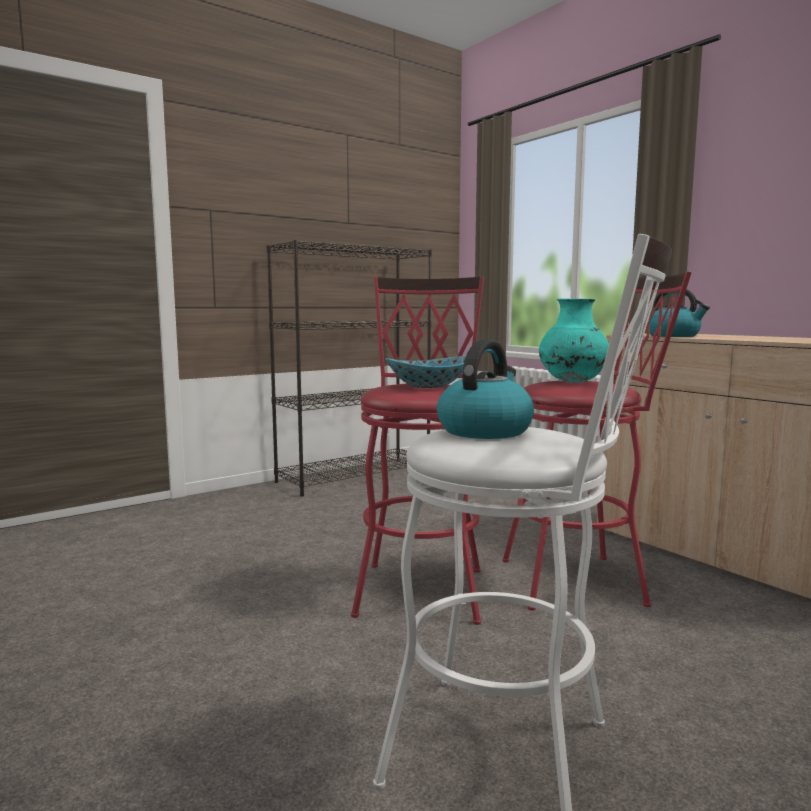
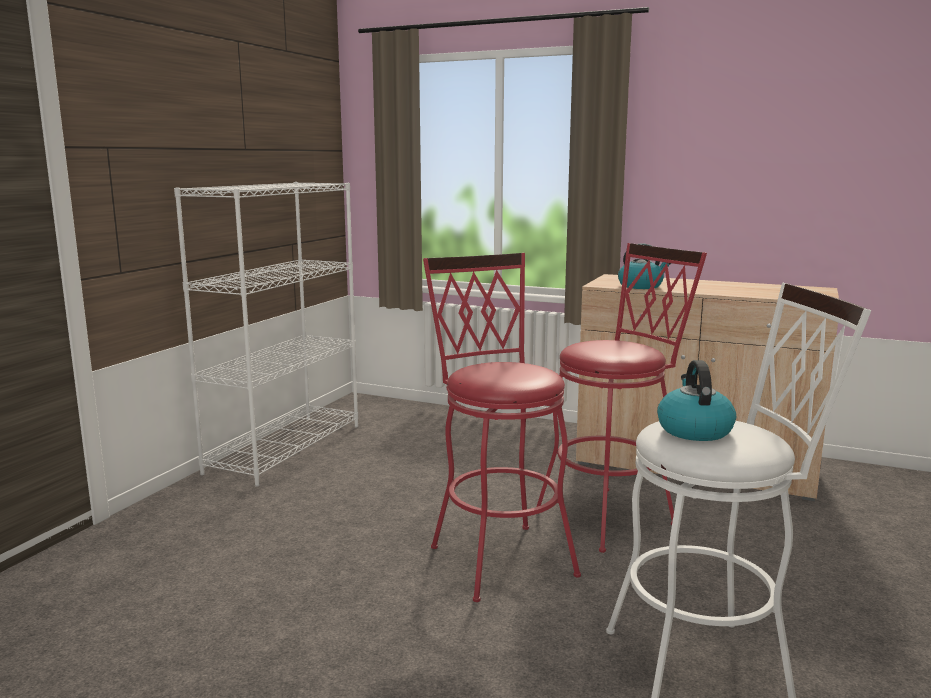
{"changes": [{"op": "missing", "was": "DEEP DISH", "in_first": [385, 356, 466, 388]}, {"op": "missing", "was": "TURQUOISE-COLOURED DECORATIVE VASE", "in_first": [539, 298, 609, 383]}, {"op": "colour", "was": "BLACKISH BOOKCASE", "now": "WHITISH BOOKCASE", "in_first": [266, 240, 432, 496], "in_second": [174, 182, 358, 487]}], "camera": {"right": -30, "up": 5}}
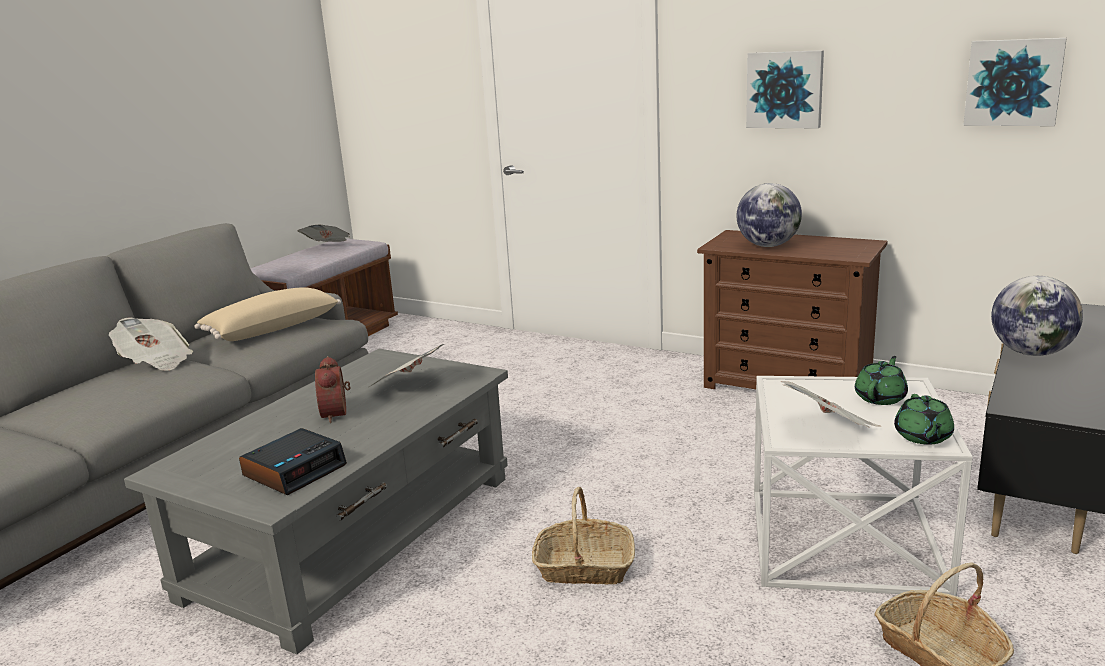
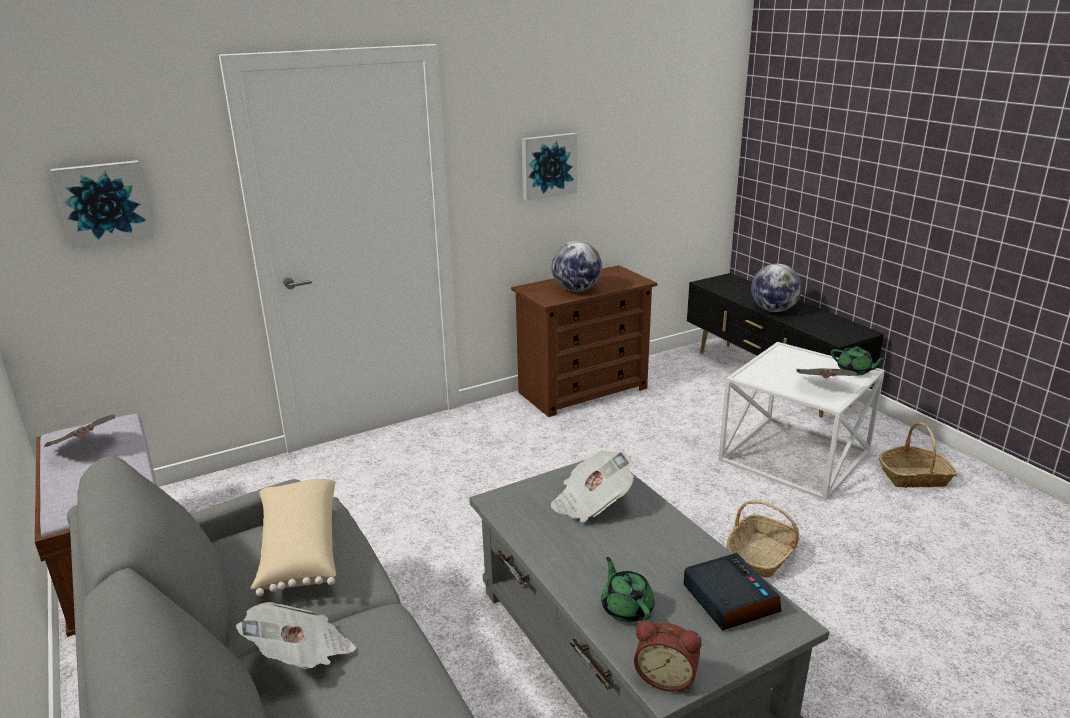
{"changes": [{"op": "relocated", "was": "BEDSIDE CLOCK", "in_first": [315, 356, 351, 423], "in_second": [634, 620, 702, 692]}, {"op": "relocated", "was": "GREENISH TEAPOT", "in_first": [855, 356, 908, 405], "in_second": [601, 557, 655, 622]}, {"op": "relocated", "was": "WALL PICTURE", "in_first": [963, 38, 1067, 126], "in_second": [51, 160, 155, 248]}], "camera": {"right": -60, "up": 5}}
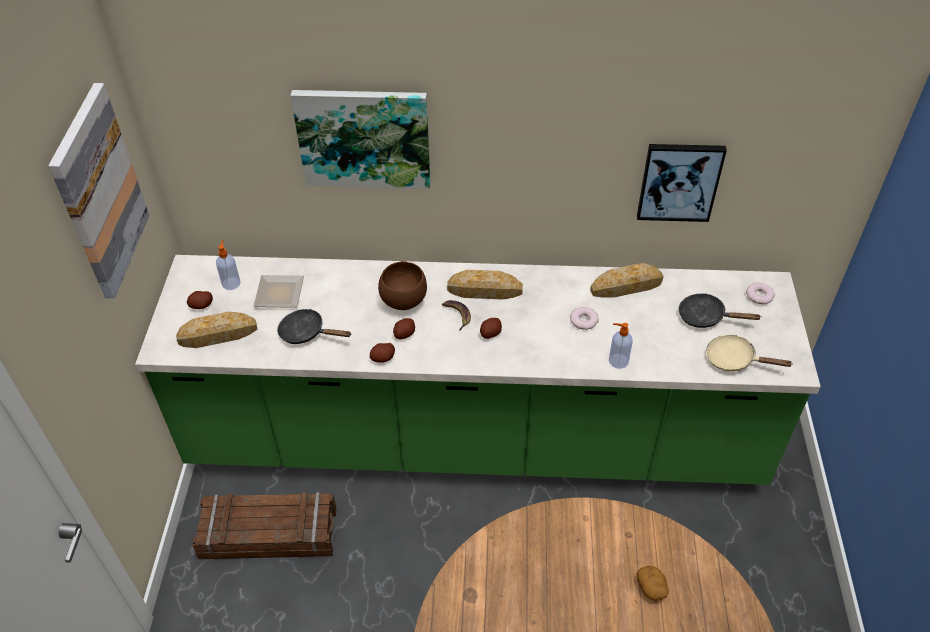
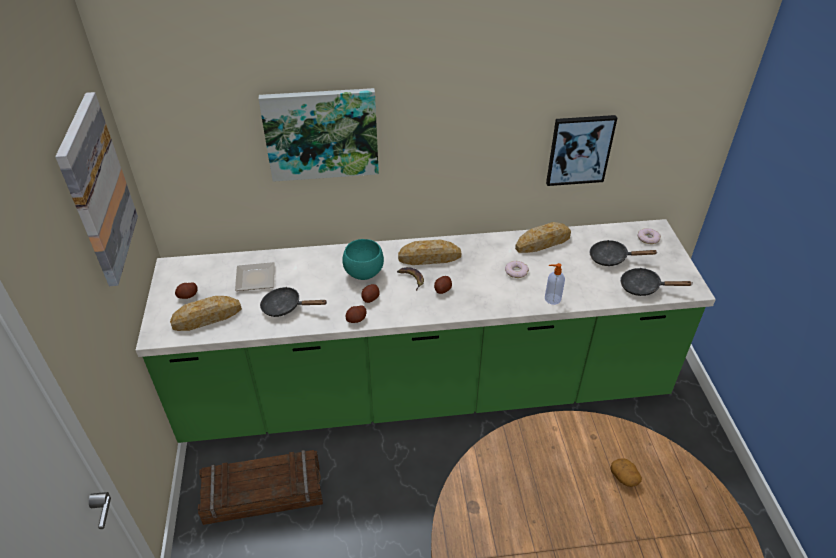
{"changes": [{"op": "missing", "was": "LIQUID SOAP BOTTLE", "in_first": [216, 239, 241, 290]}, {"op": "colour", "was": "BROWN DEEP DISH", "now": "TURQUOISE-COLOURED DEEP DISH", "in_first": [378, 261, 427, 310], "in_second": [342, 239, 384, 280]}, {"op": "colour", "was": "BEIGE SKILLET", "now": "BLACKISH SKILLET", "in_first": [706, 335, 792, 372], "in_second": [620, 268, 692, 296]}], "camera": {"right": -10, "up": -5}}
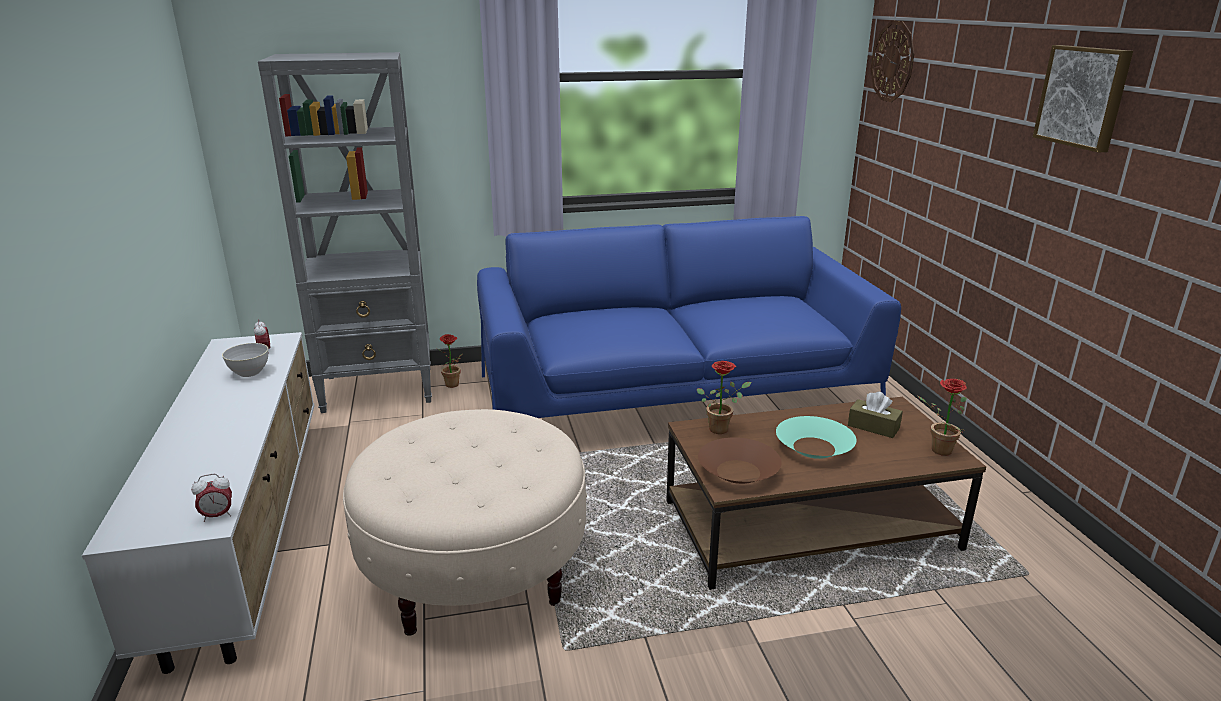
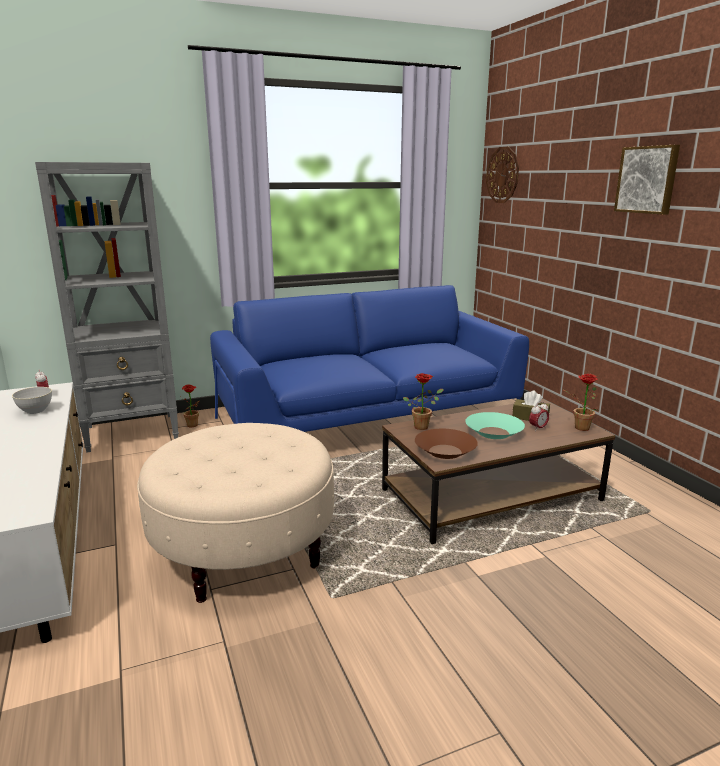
{"changes": [{"op": "relocated", "was": "BEDSIDE CLOCK", "in_first": [191, 474, 232, 522], "in_second": [529, 402, 549, 429]}], "camera": {"right": -10, "up": -5}}
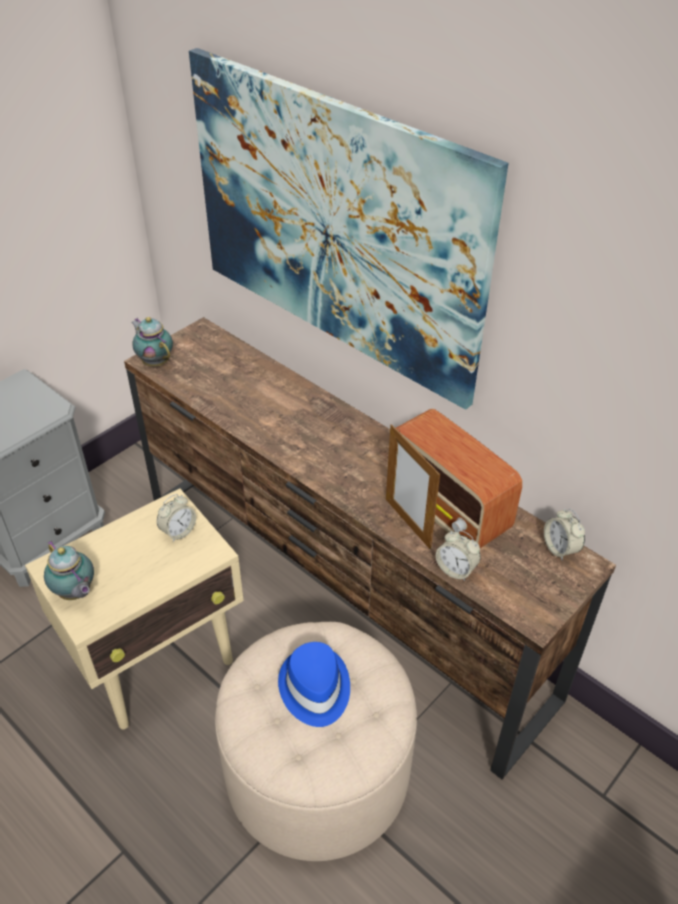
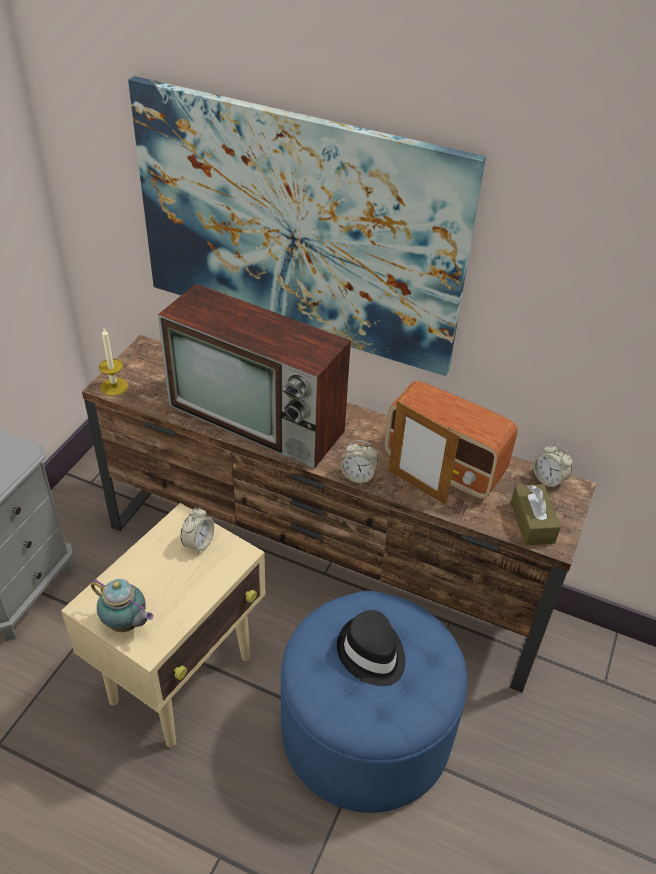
{"changes": [{"op": "appeared", "now": "TV SET", "in_second": [158, 284, 351, 469]}, {"op": "appeared", "now": "BROWN TISSUE HOLDER", "in_second": [511, 484, 561, 545]}, {"op": "relocated", "was": "BEDSIDE CLOCK", "in_first": [436, 529, 481, 581], "in_second": [341, 440, 378, 484]}, {"op": "exchanged", "was": "TEAPOT", "now": "CANDLE", "in_first": [131, 317, 173, 366], "in_second": [99, 328, 128, 396]}, {"op": "colour", "was": "BEIGE OTTOMAN", "now": "BLUE-COLOURED OTTOMAN", "in_first": [215, 622, 417, 861], "in_second": [281, 591, 467, 813]}, {"op": "colour", "was": "BLUE-COLOURED CLOTHING HAT", "now": "BLACKISH CLOTHING HAT", "in_first": [278, 642, 350, 727], "in_second": [337, 610, 405, 686]}], "camera": {"right": -20, "up": 0}}
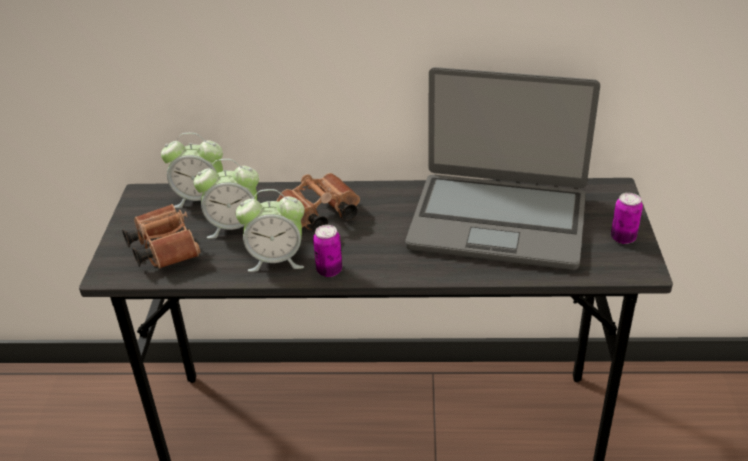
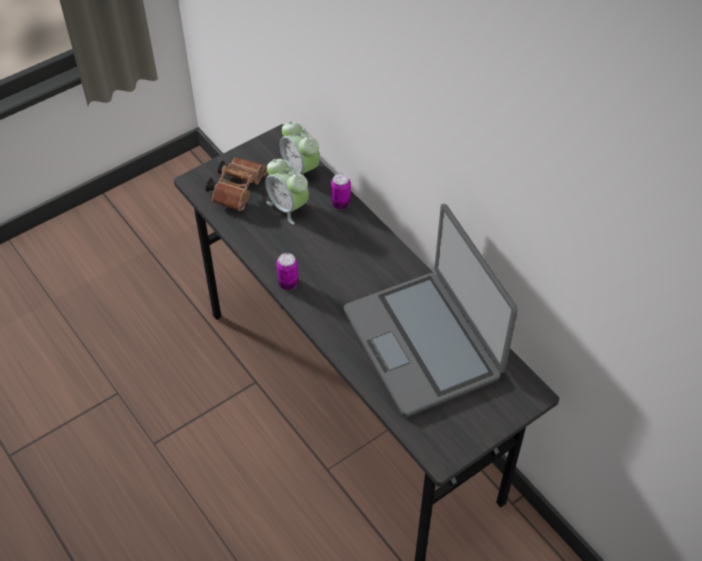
{"changes": [{"op": "missing", "was": "BEDSIDE CLOCK", "in_first": [236, 189, 305, 272]}, {"op": "missing", "was": "BROWN BINOCULARS", "in_first": [277, 173, 360, 233]}, {"op": "relocated", "was": "METAL CAN", "in_first": [611, 193, 643, 244], "in_second": [331, 173, 351, 210]}], "camera": {"right": 50, "up": 15}}
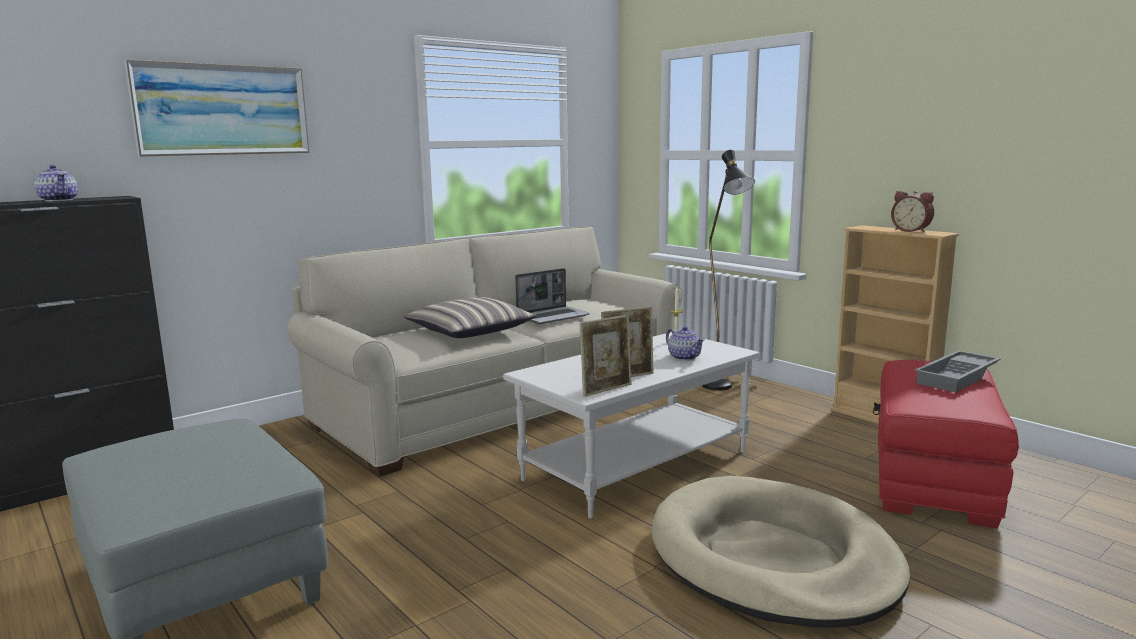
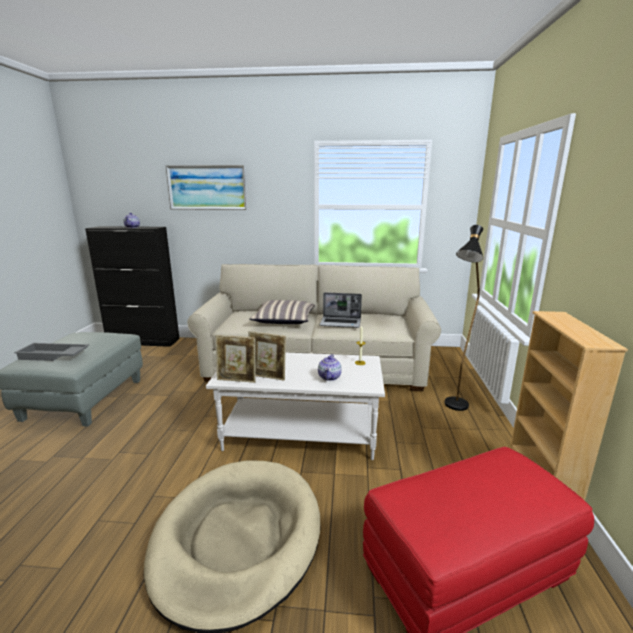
{"changes": [{"op": "missing", "was": "BEDSIDE CLOCK", "in_first": [891, 191, 934, 232]}, {"op": "relocated", "was": "GREYISH SERVING TRAY", "in_first": [914, 350, 1001, 392], "in_second": [14, 343, 89, 361]}], "camera": {"right": 45, "up": 5}}
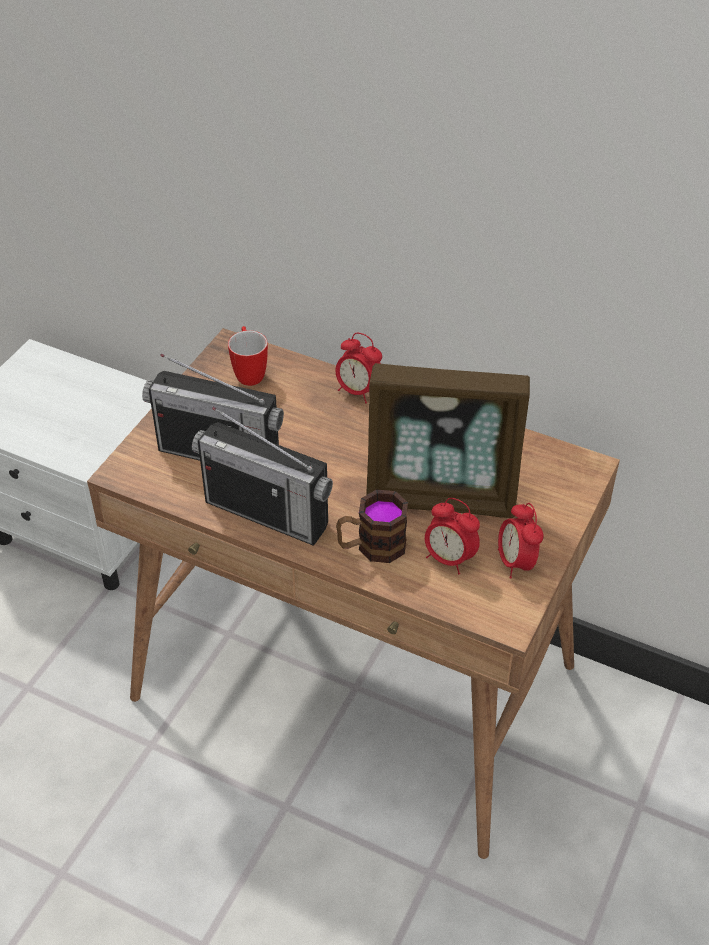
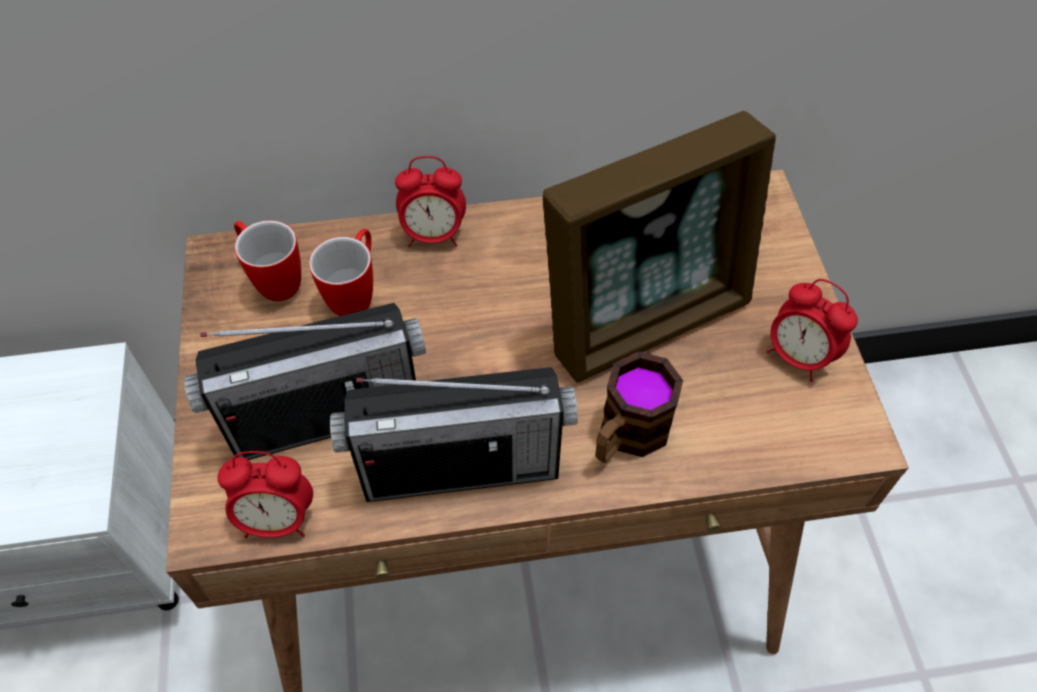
{"changes": [{"op": "appeared", "now": "COFFEE MUG", "in_second": [309, 229, 373, 316]}, {"op": "relocated", "was": "BEDSIDE CLOCK", "in_first": [425, 498, 480, 574], "in_second": [218, 451, 313, 538]}], "camera": {"right": -35, "up": 10}}
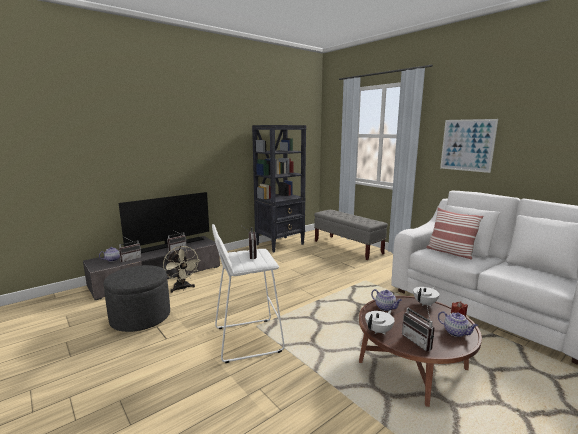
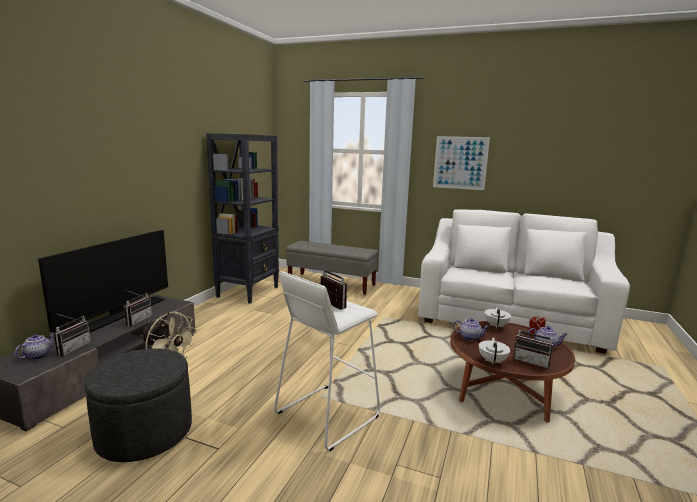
{"changes": [{"op": "missing", "was": "CUSHION", "in_first": [426, 207, 483, 259]}], "camera": {"right": -30, "up": 0}}
